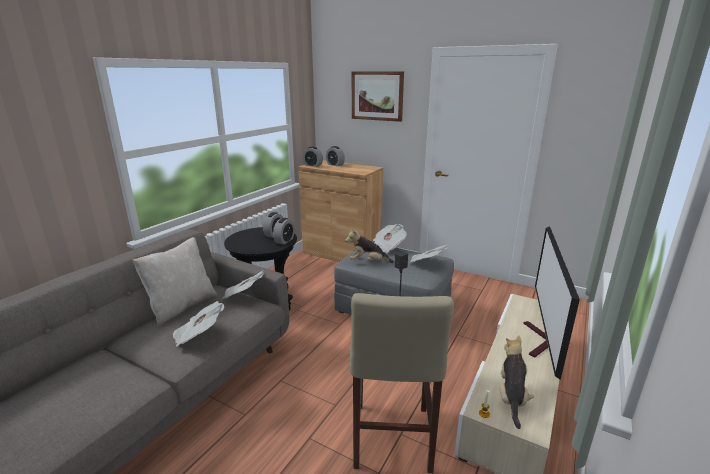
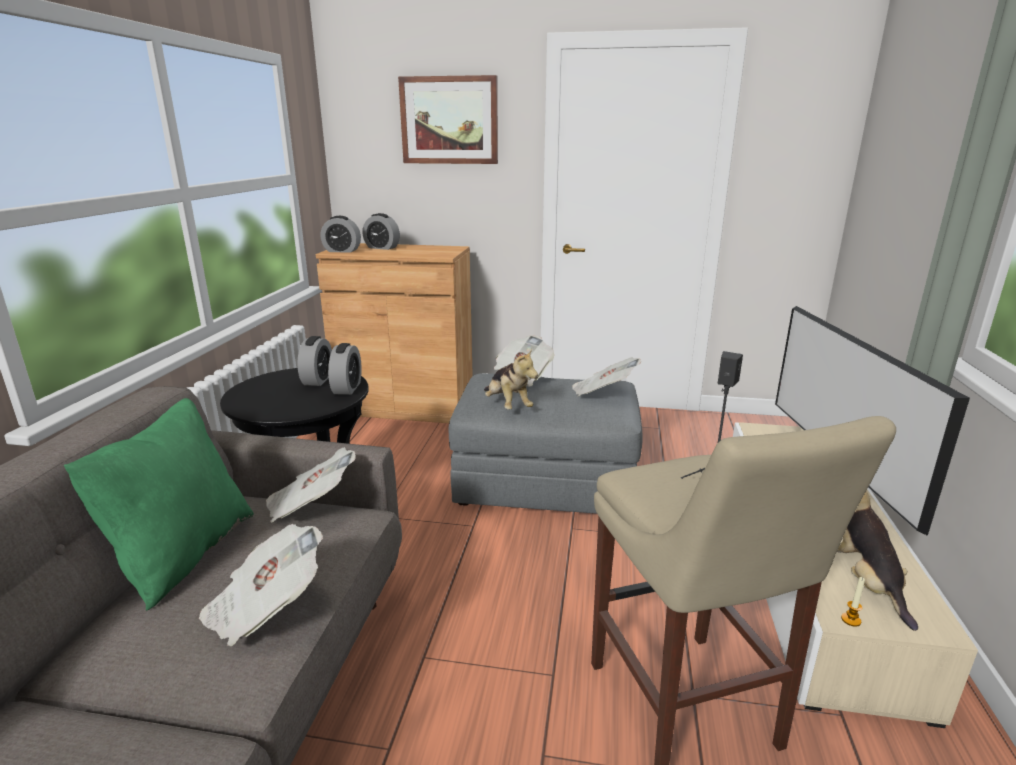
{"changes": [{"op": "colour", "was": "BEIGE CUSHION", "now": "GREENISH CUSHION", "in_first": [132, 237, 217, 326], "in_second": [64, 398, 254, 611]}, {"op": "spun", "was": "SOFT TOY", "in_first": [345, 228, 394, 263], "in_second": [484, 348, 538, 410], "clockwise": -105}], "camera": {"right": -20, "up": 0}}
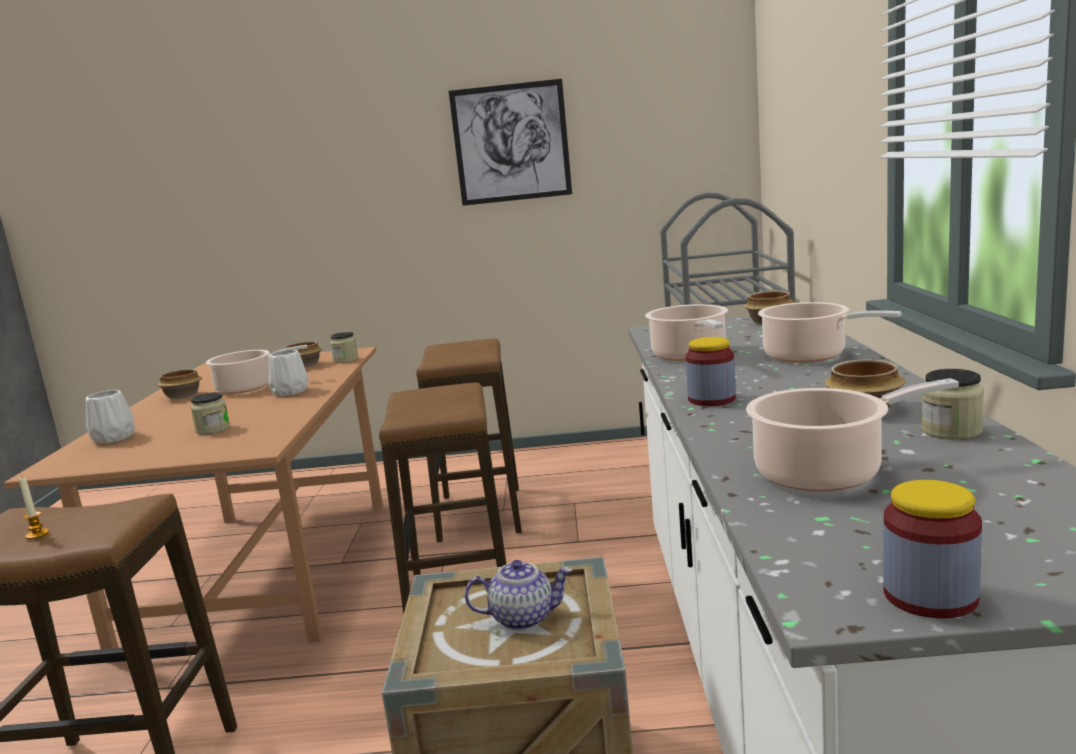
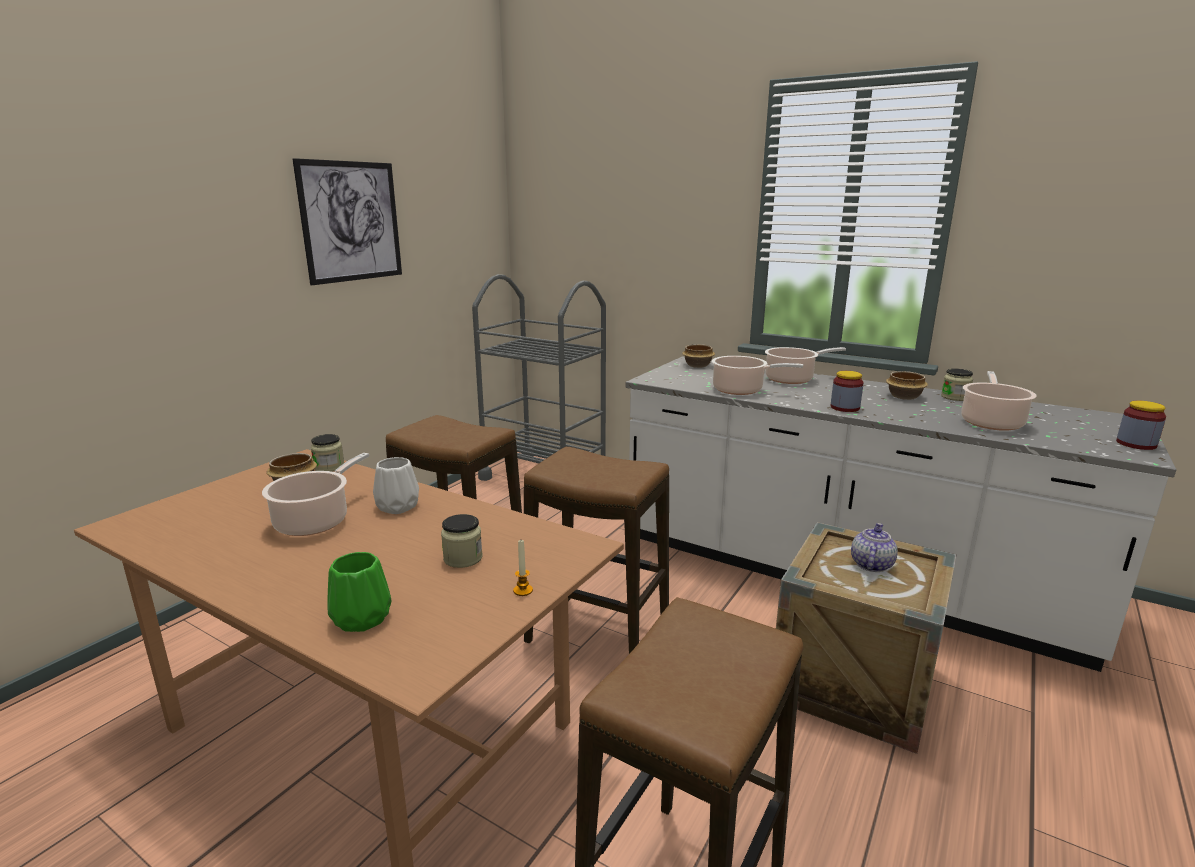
{"changes": [{"op": "missing", "was": "DEEP DISH", "in_first": [157, 369, 202, 399]}, {"op": "relocated", "was": "CANDLE", "in_first": [19, 478, 50, 540], "in_second": [513, 540, 533, 596]}, {"op": "colour", "was": "WHITISH DECORATIVE VASE", "now": "GREENISH DECORATIVE VASE", "in_first": [86, 390, 135, 444], "in_second": [327, 552, 391, 632]}], "camera": {"right": -60, "up": 5}}
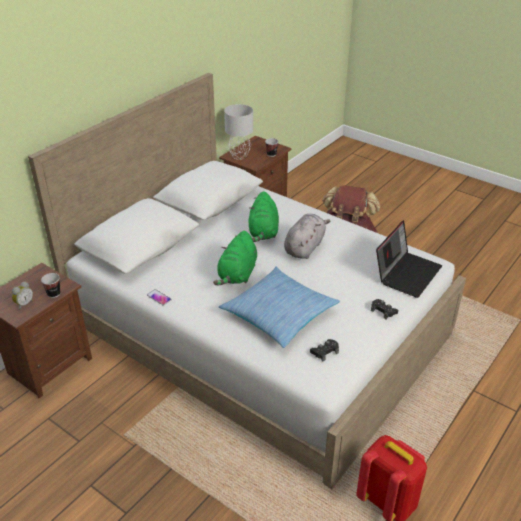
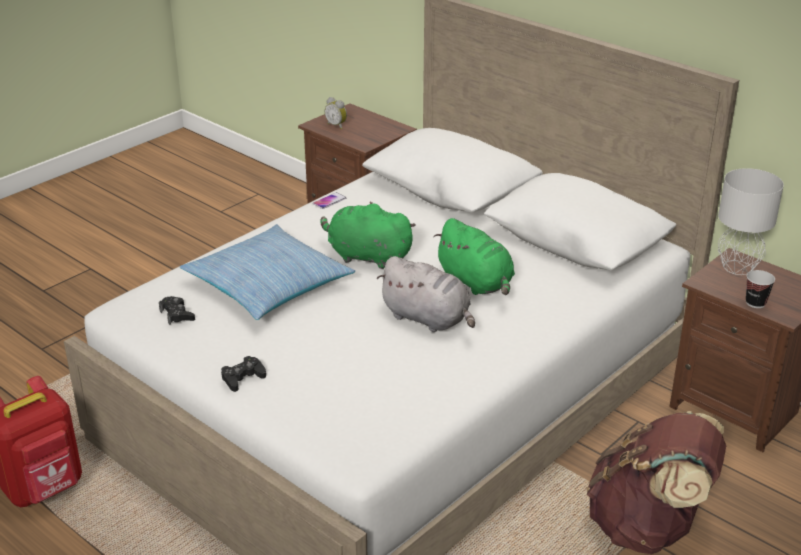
{"changes": [{"op": "missing", "was": "CUP", "in_first": [41, 273, 61, 298]}, {"op": "missing", "was": "NOTEBOOK COMPUTER", "in_first": [376, 220, 442, 298]}, {"op": "spun", "was": "GREENISH SOFT TOY", "in_first": [249, 191, 279, 242], "in_second": [434, 218, 515, 295], "clockwise": -135}], "camera": {"right": 95, "up": -5}}
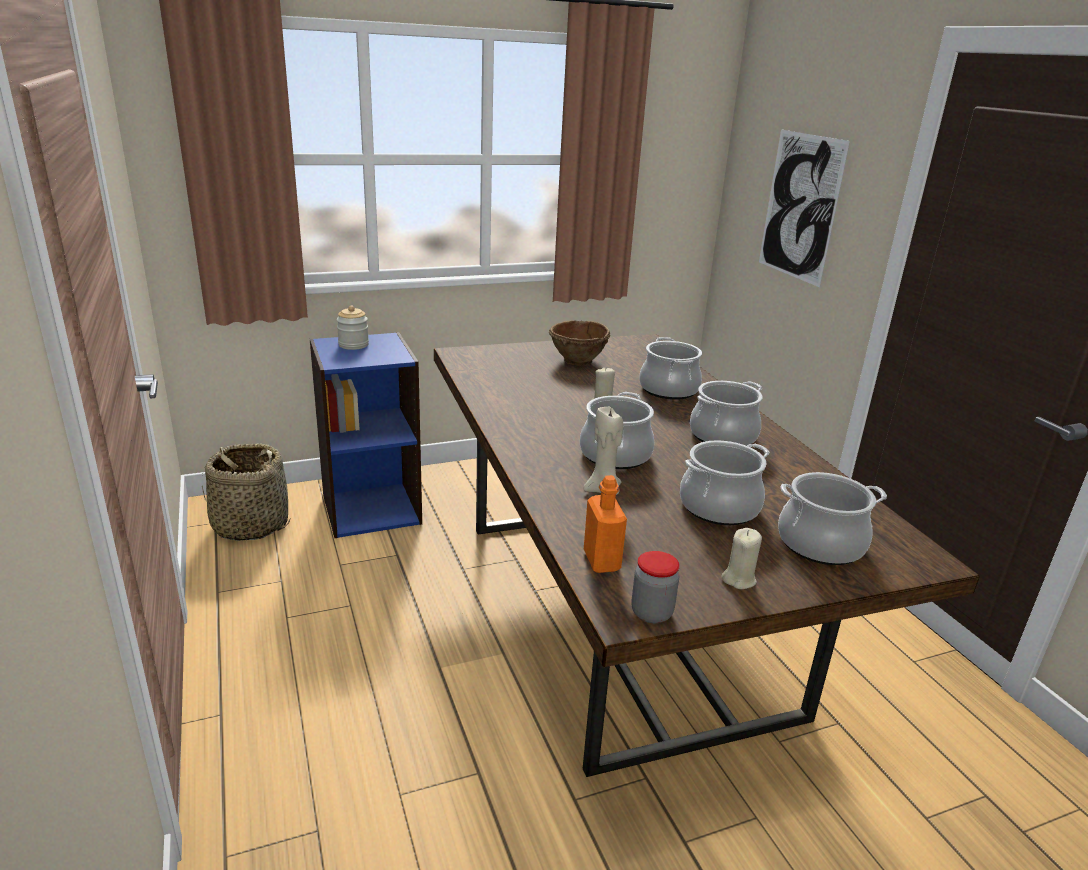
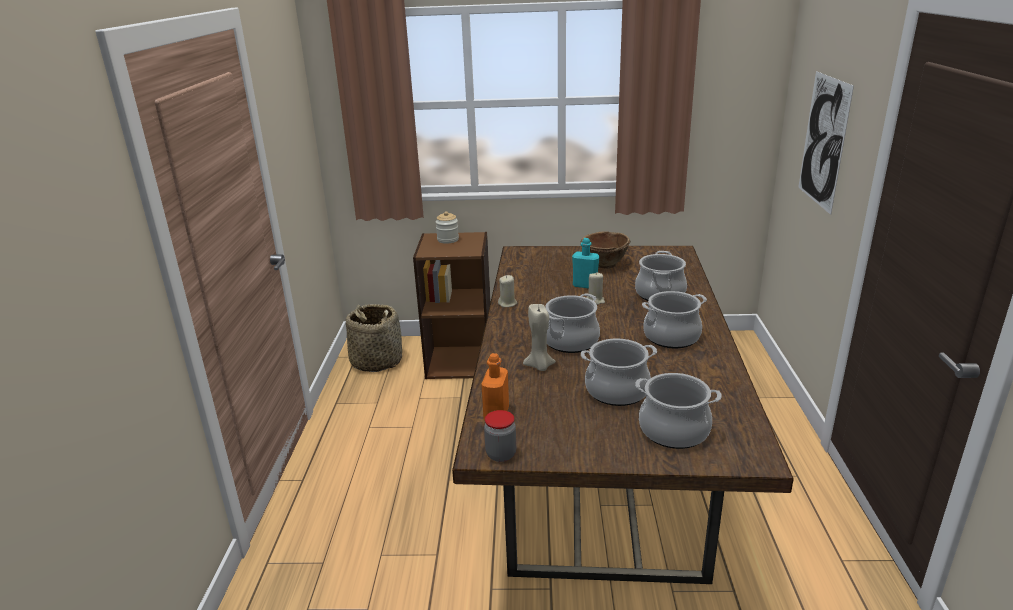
{"changes": [{"op": "appeared", "now": "TURQUOISE-COLOURED BEVERAGE BOTTLE", "in_second": [572, 238, 599, 288]}, {"op": "relocated", "was": "BEIGE CANDLE", "in_first": [721, 528, 762, 589], "in_second": [498, 275, 517, 307]}, {"op": "colour", "was": "BLUE-COLOURED BOOKCASE", "now": "BROWN BOOKCASE", "in_first": [310, 332, 422, 538], "in_second": [413, 232, 491, 379]}], "camera": {"right": 25, "up": 0}}
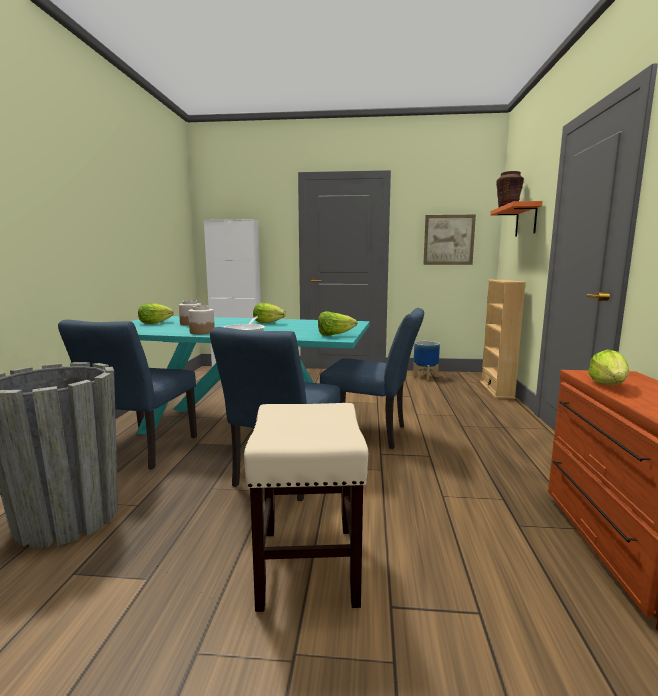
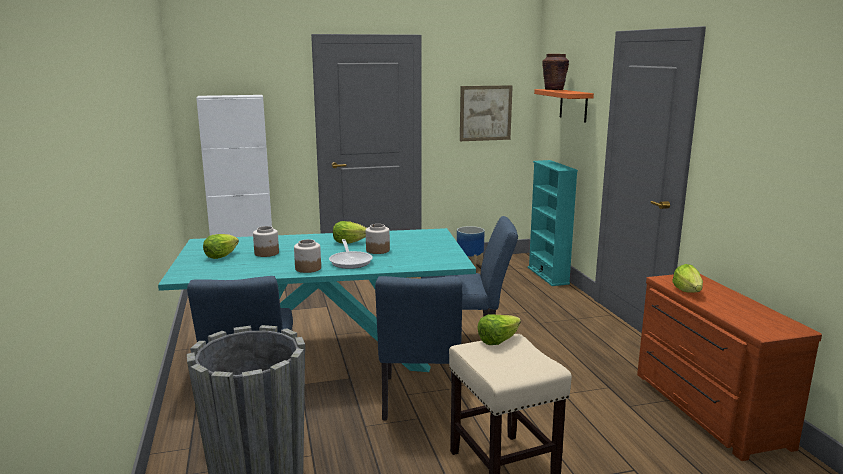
{"changes": [{"op": "appeared", "now": "PRESERVE JAR", "in_second": [366, 224, 390, 254]}, {"op": "relocated", "was": "LETTUCE HEAD", "in_first": [318, 311, 357, 336], "in_second": [477, 314, 521, 345]}, {"op": "colour", "was": "BEIGE BOOKCASE", "now": "TURQUOISE-COLOURED BOOKCASE", "in_first": [480, 280, 526, 399], "in_second": [528, 160, 578, 286]}], "camera": {"right": -20, "up": 5}}
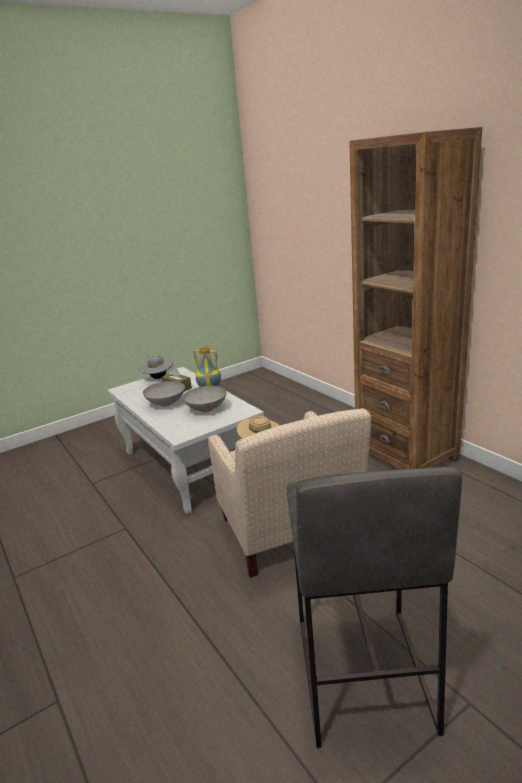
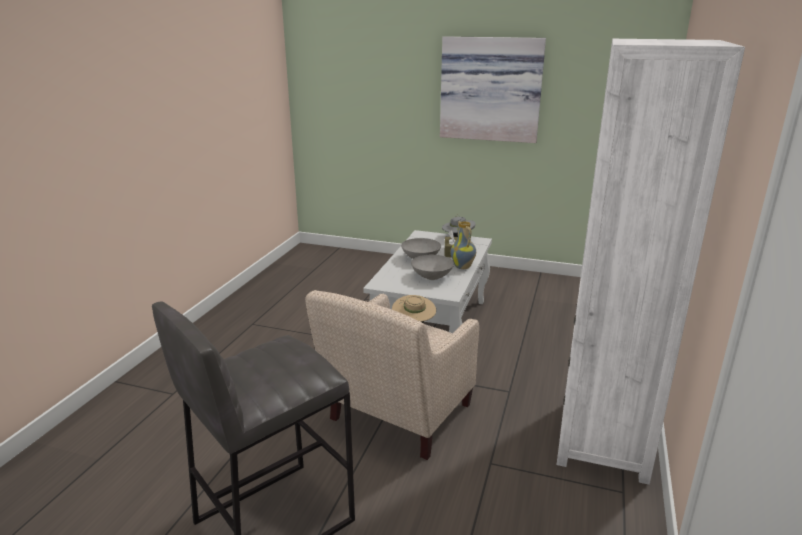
{"changes": [{"op": "appeared", "now": "WALL PICTURE", "in_second": [440, 36, 546, 143]}, {"op": "colour", "was": "BROWN BOOKCASE", "now": "WHITISH BOOKCASE", "in_first": [349, 127, 482, 470], "in_second": [557, 39, 745, 485]}], "camera": {"right": 50, "up": 0}}
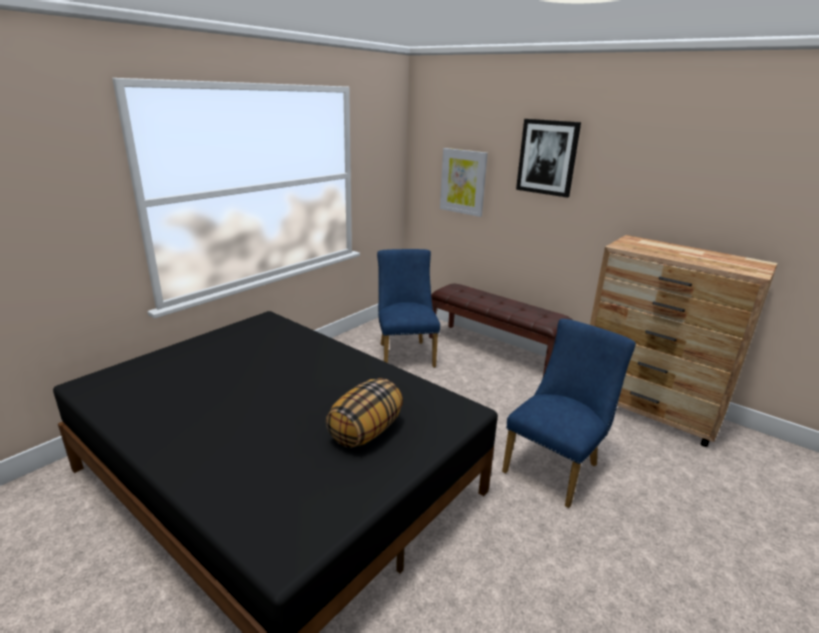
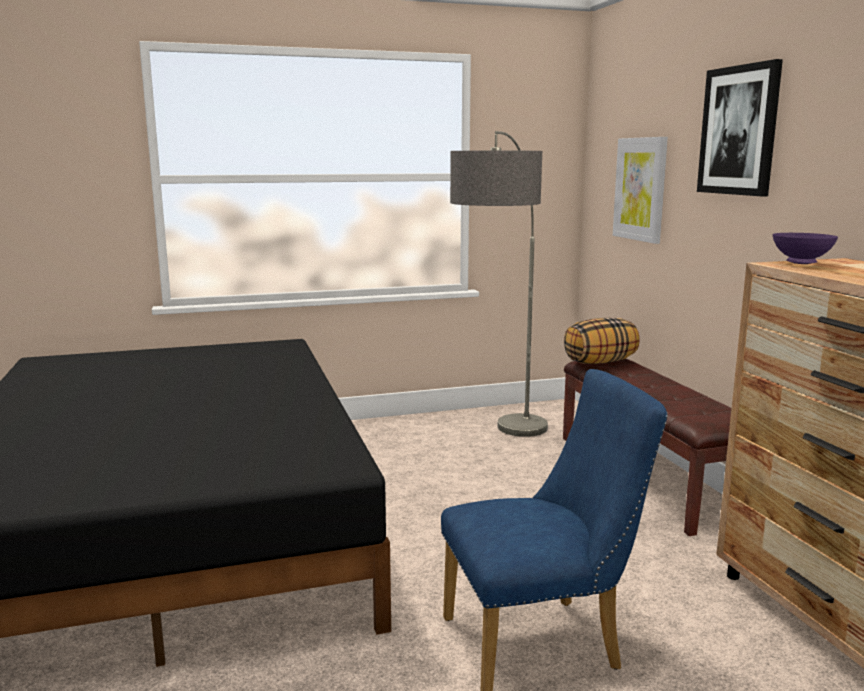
{"changes": [{"op": "appeared", "now": "PURPLE-COLOURED DEEP DISH", "in_second": [772, 233, 838, 264]}, {"op": "relocated", "was": "CUSHION", "in_first": [326, 378, 403, 448], "in_second": [564, 318, 640, 364]}, {"op": "exchanged", "was": "BLUE-COLOURED CHAIR", "now": "FLOOR LAMP", "in_first": [377, 249, 440, 368], "in_second": [450, 131, 548, 437]}], "camera": {"right": 35, "up": -10}}
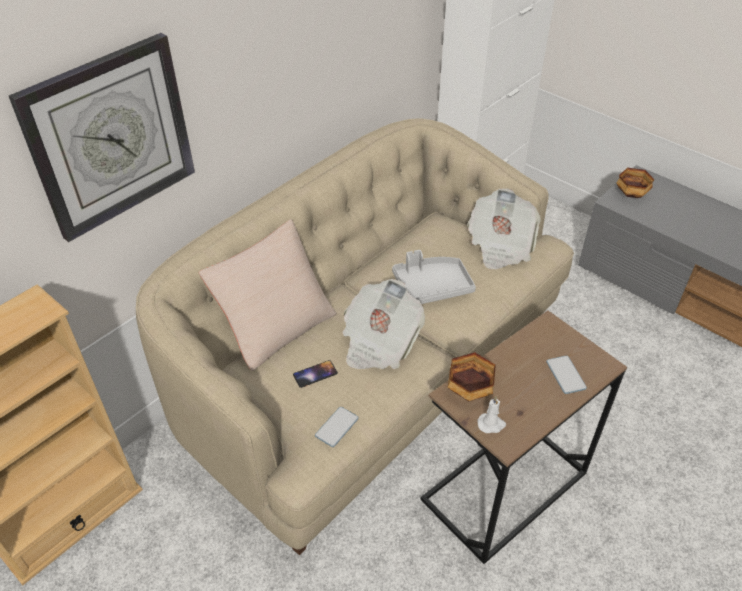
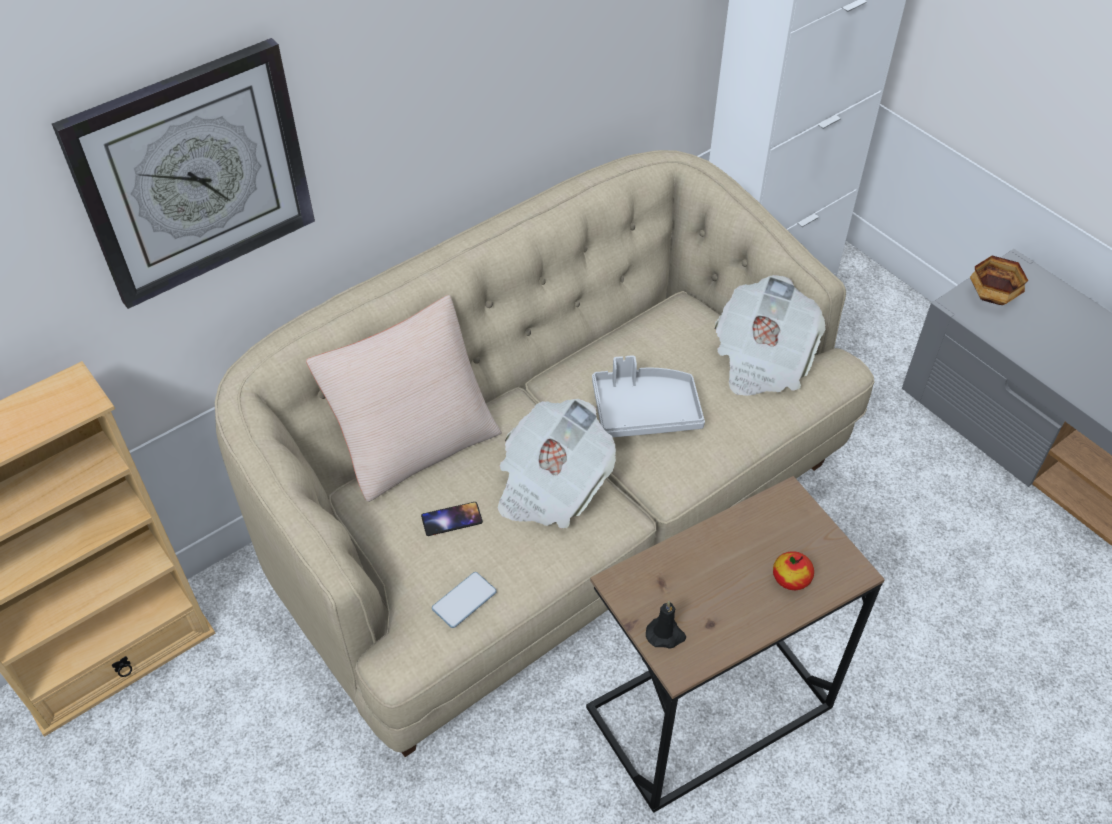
{"changes": [{"op": "missing", "was": "DEEP DISH", "in_first": [448, 352, 496, 402]}, {"op": "exchanged", "was": "TELEPHONE", "now": "APPLE", "in_first": [546, 356, 587, 394], "in_second": [773, 551, 814, 590]}, {"op": "colour", "was": "WHITISH CANDLE", "now": "BLACKISH CANDLE", "in_first": [477, 396, 506, 433], "in_second": [646, 601, 686, 648]}], "camera": {"right": 10, "up": 5}}
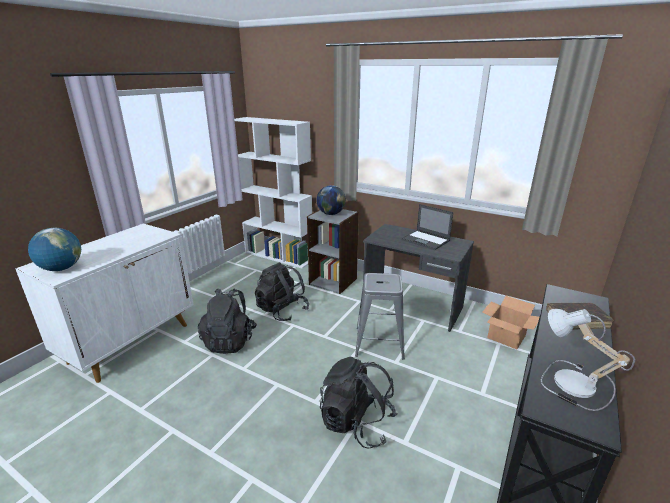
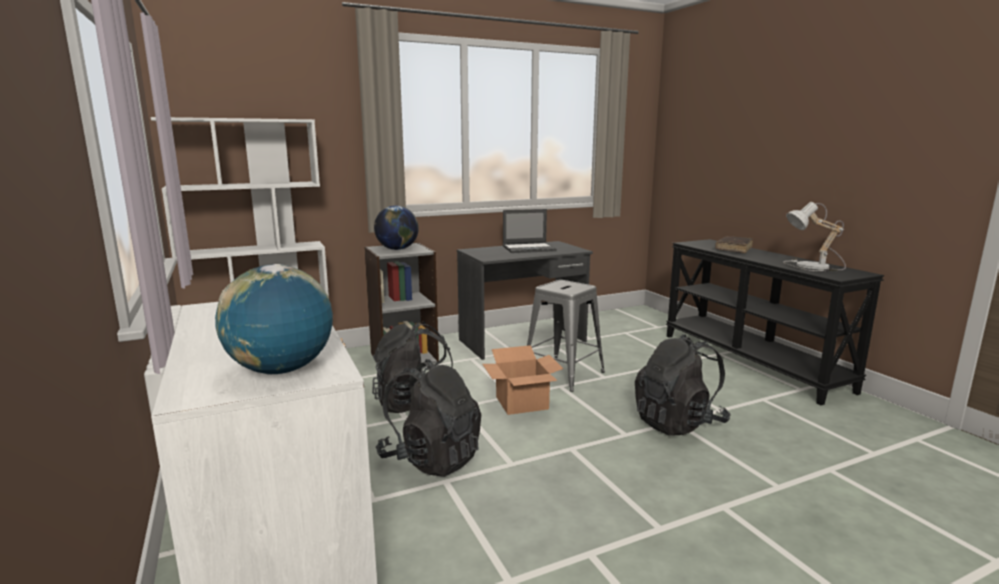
{"changes": [{"op": "relocated", "was": "PACKING BOX", "in_first": [482, 296, 539, 349], "in_second": [483, 345, 563, 415]}], "camera": {"right": -55, "up": -10}}
